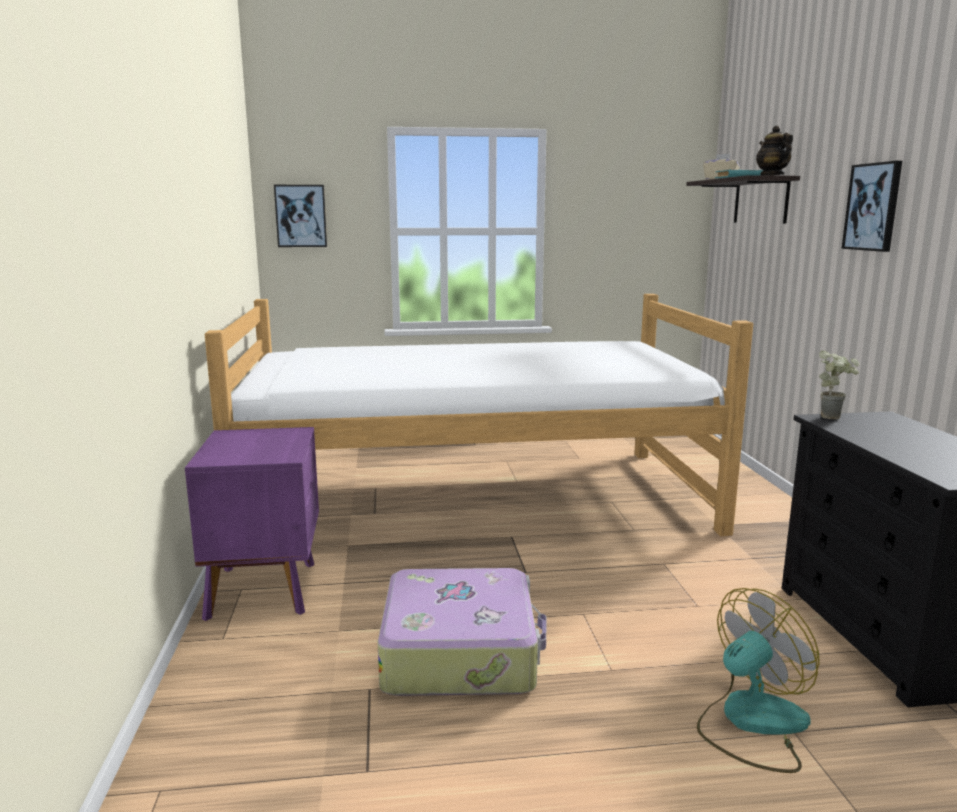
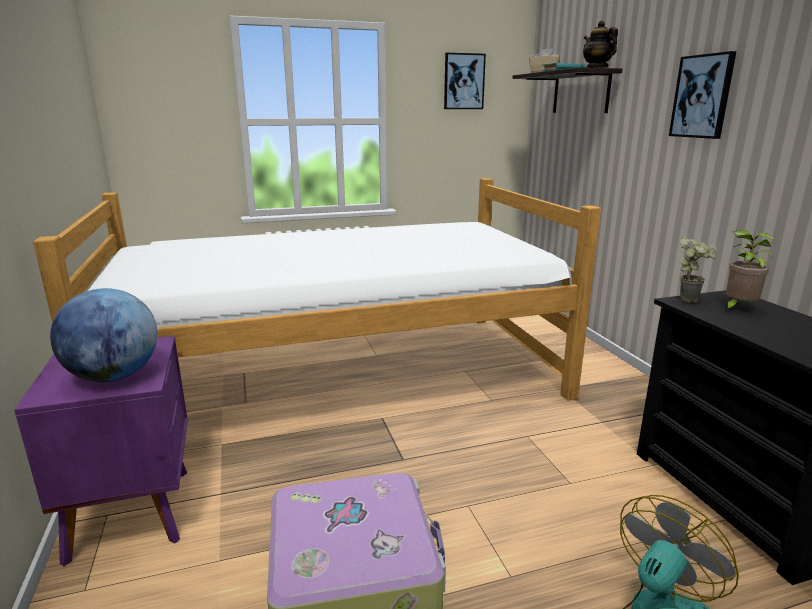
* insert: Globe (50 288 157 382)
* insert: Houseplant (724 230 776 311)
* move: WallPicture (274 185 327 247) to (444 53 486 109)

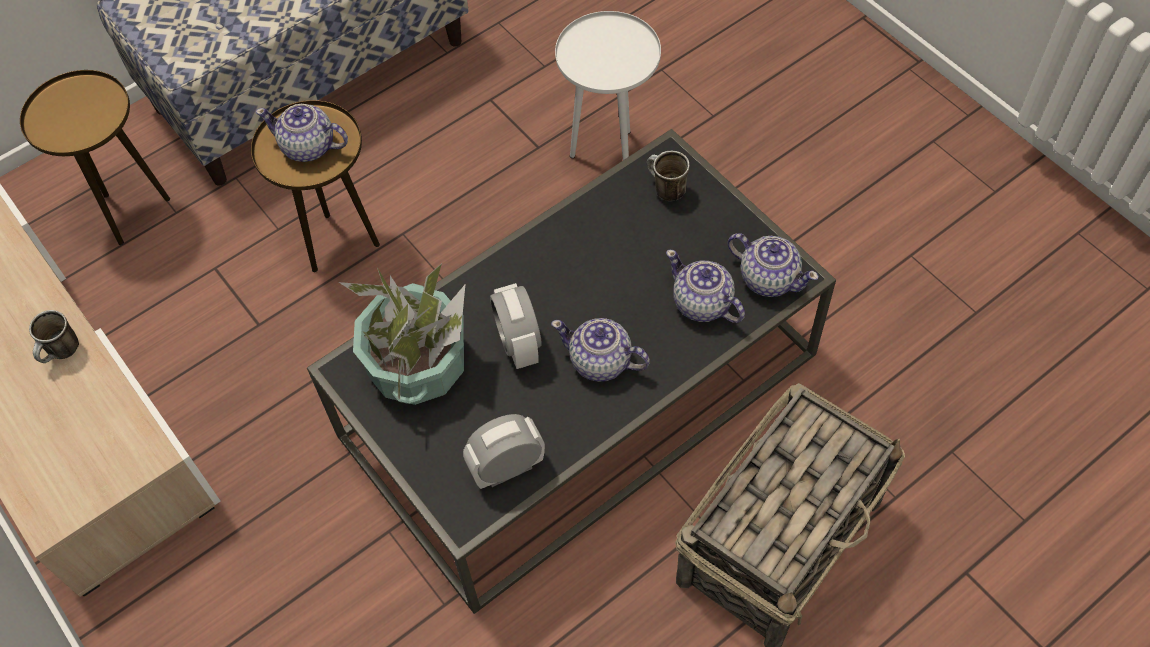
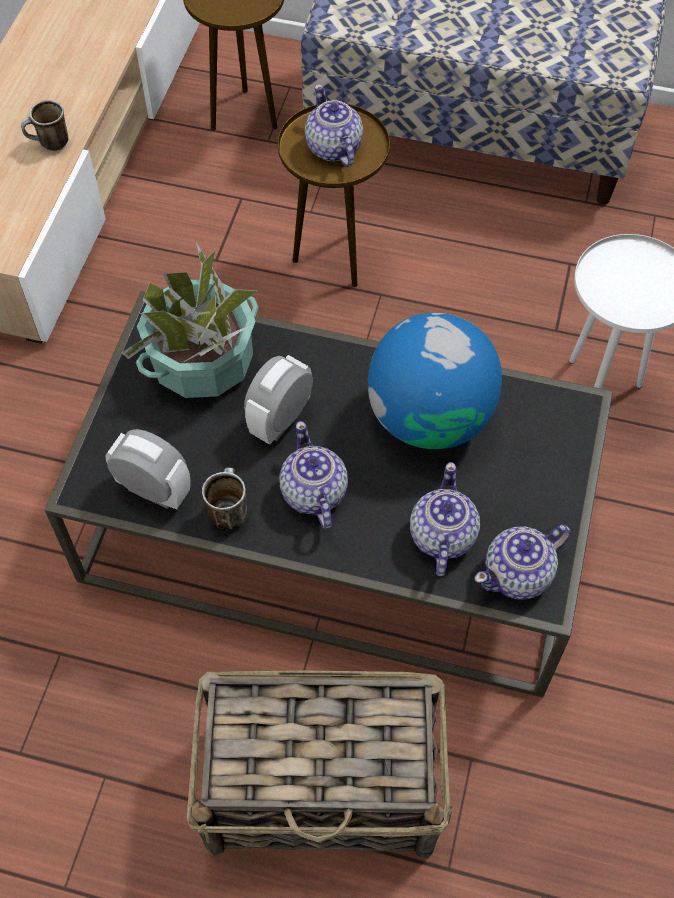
* insert: Globe (368 313 502 449)
* move: CoffeeMug (647 150 690 201) to (202 467 247 530)
* rotate: PotForTea (728 233 819 297) = (475 525 571 600) 60 degrees clockwise

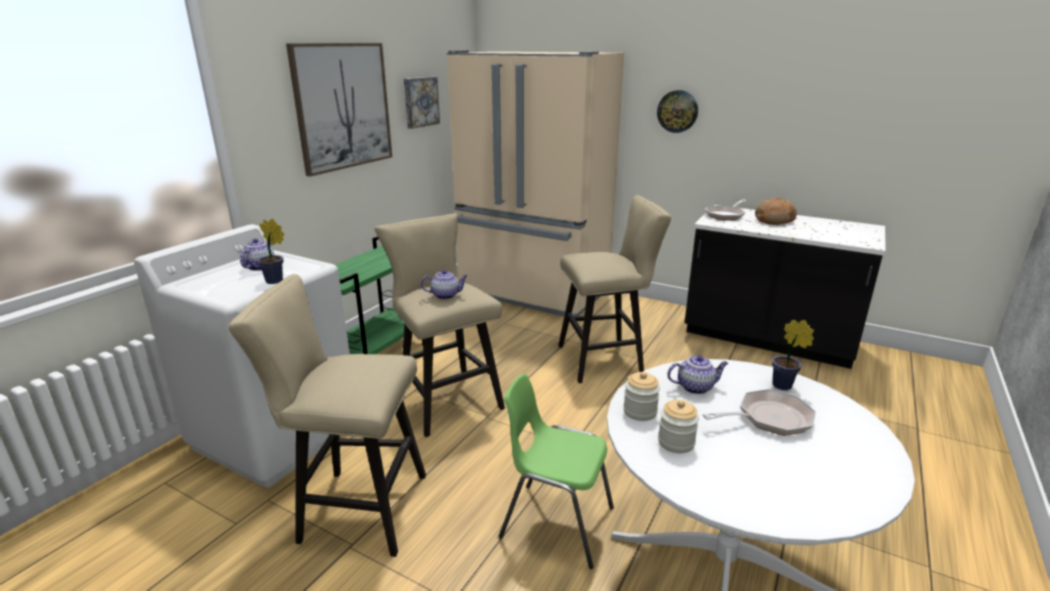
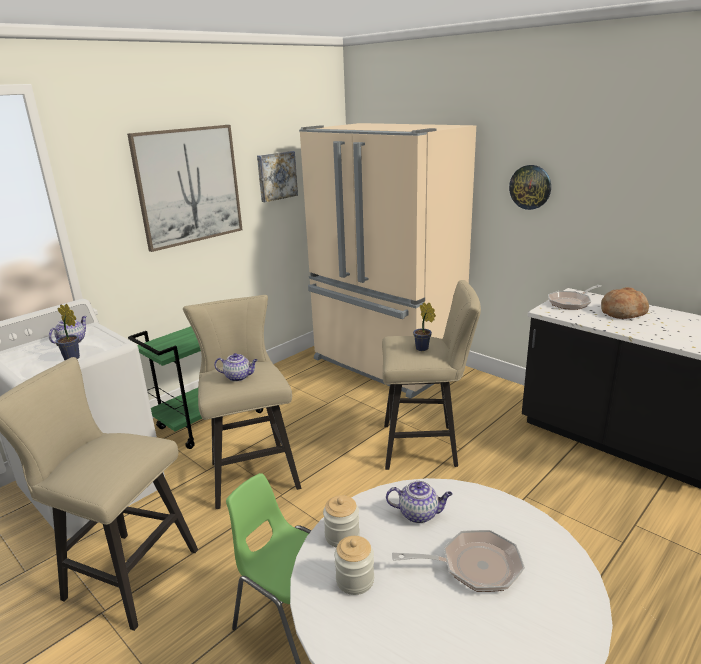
* move: Houseplant (772 320 814 390) to (413 302 436 351)

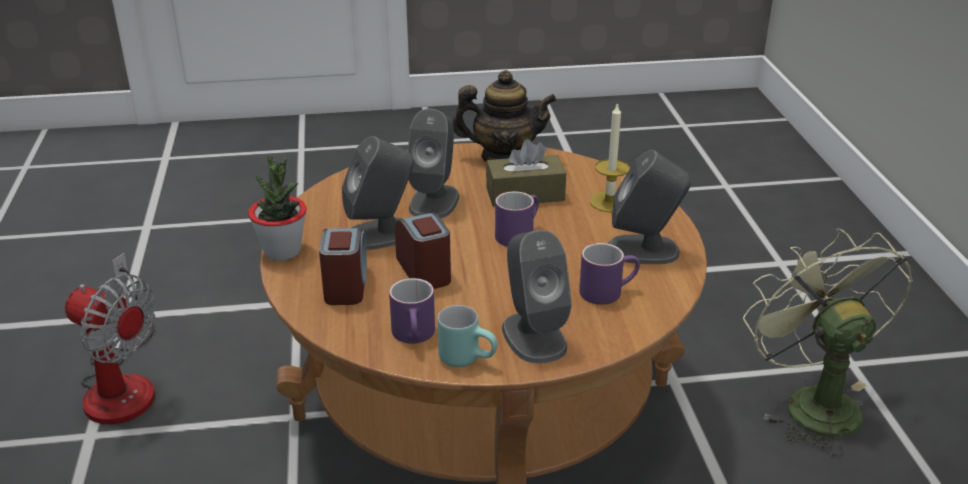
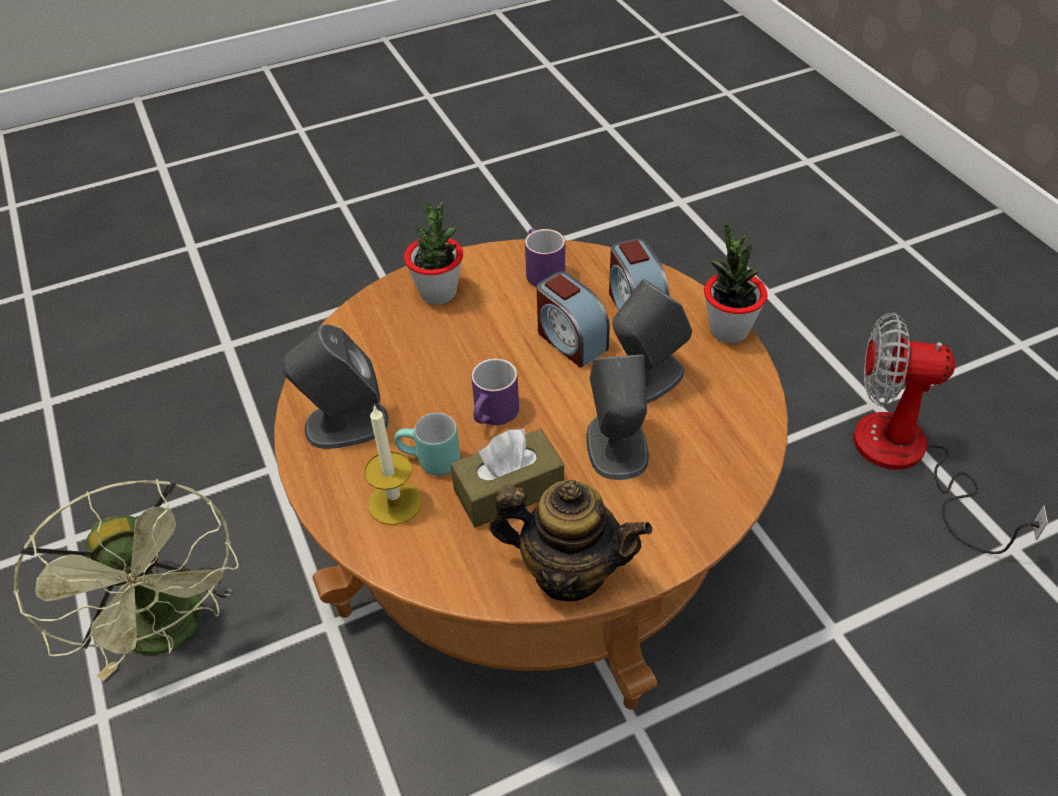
* delete: PurpleCoffeeMug (579 243 640 305)
* move: TurquoiseColouredCoffeeMug (437 305 498 367) to (394 413 460 476)
* replace: GreySpeaker (502 230 572 364) to Houseplant (404 202 463 305)
* rotate: PotForTea (452 70 557 162) = (489 480 652 601) 150 degrees counterclockwise

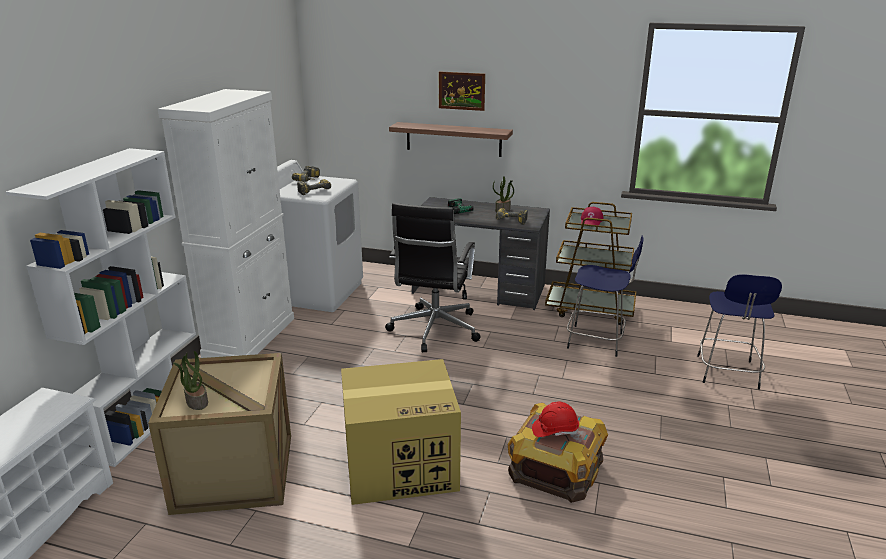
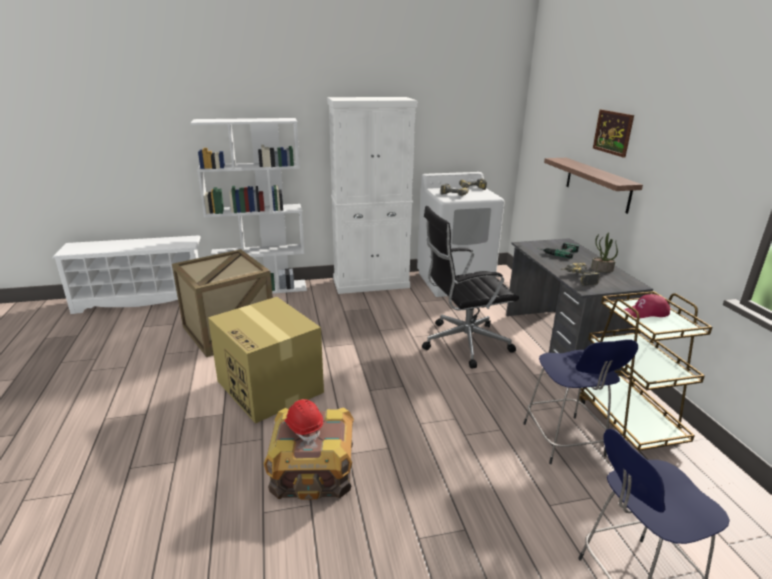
* delete: Houseplant (173 351 208 410)

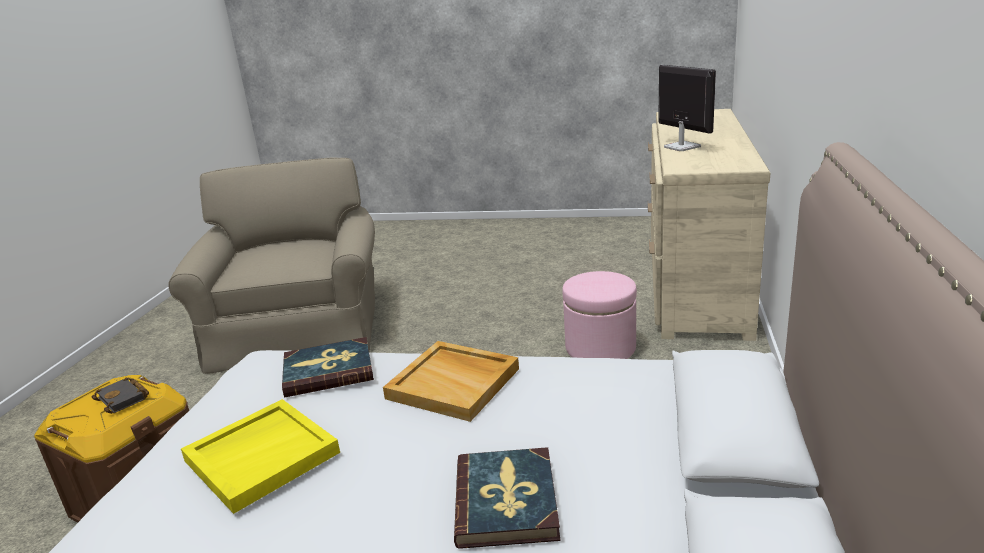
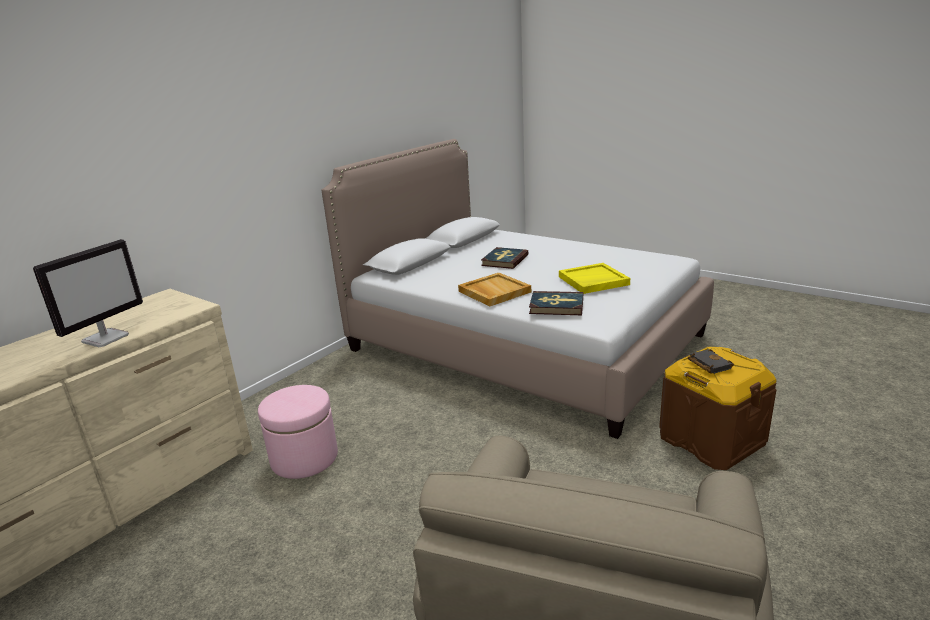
* rotate: ComputerScreen (658 65 716 151) = (33 239 143 347) 150 degrees counterclockwise

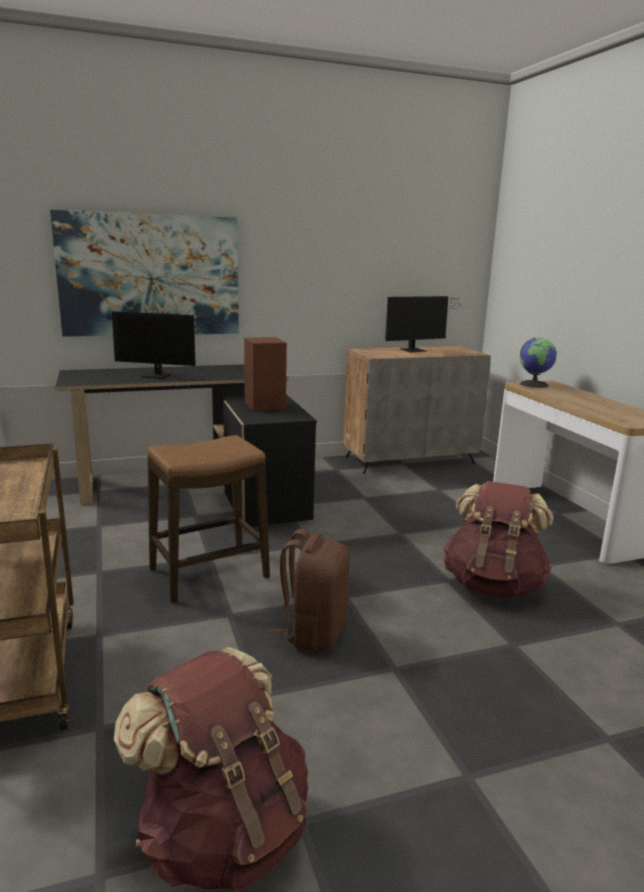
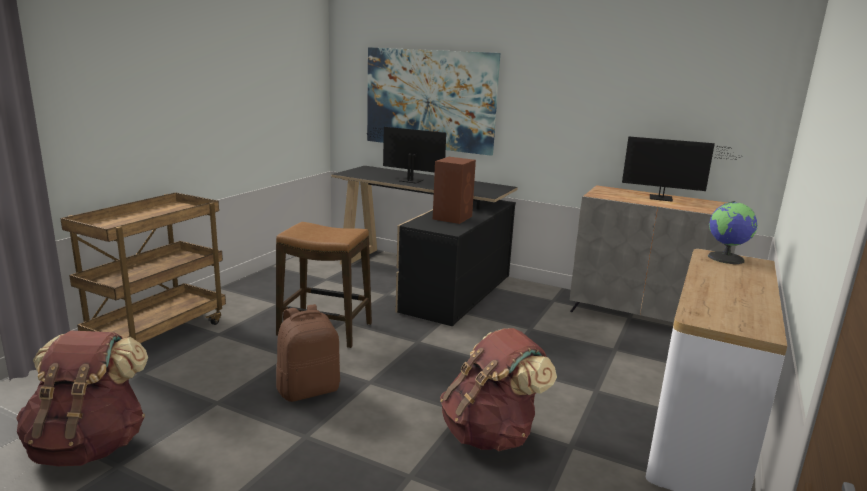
* rotate: ComputerScreen (112 311 221 379) = (371 127 446 183) 150 degrees clockwise

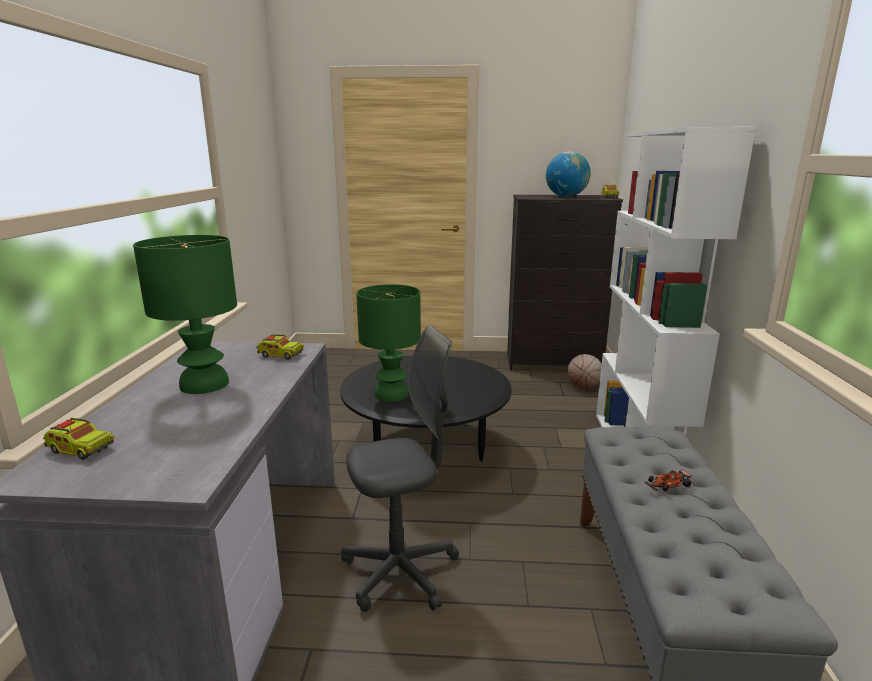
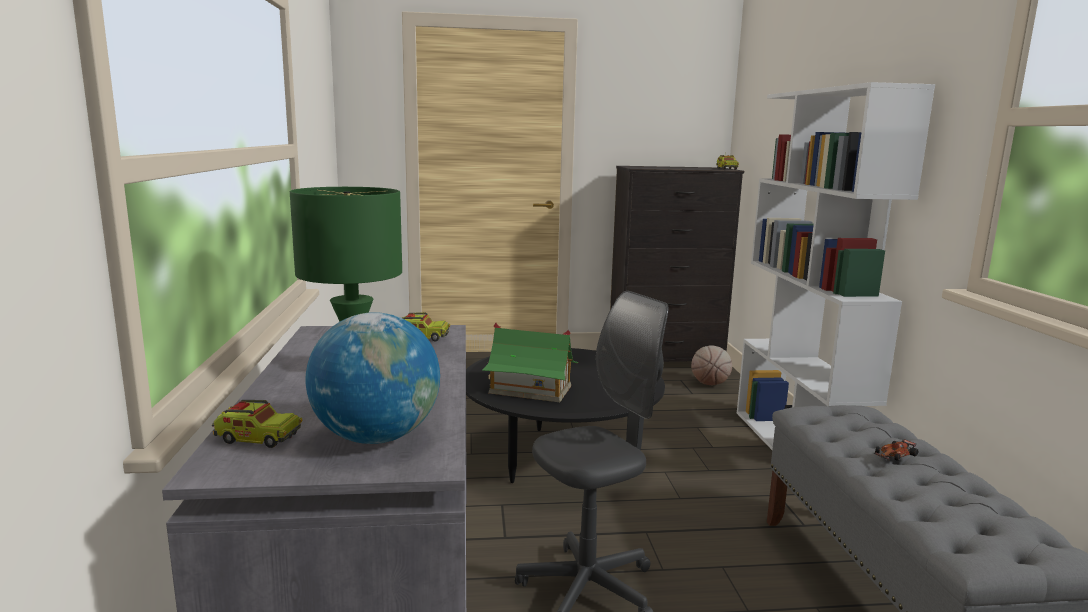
* move: Globe (546 152 591 197) to (306 312 440 444)
* replace: GreenColouredTableLamp (356 284 421 402) to ModelHouse (482 323 578 402)

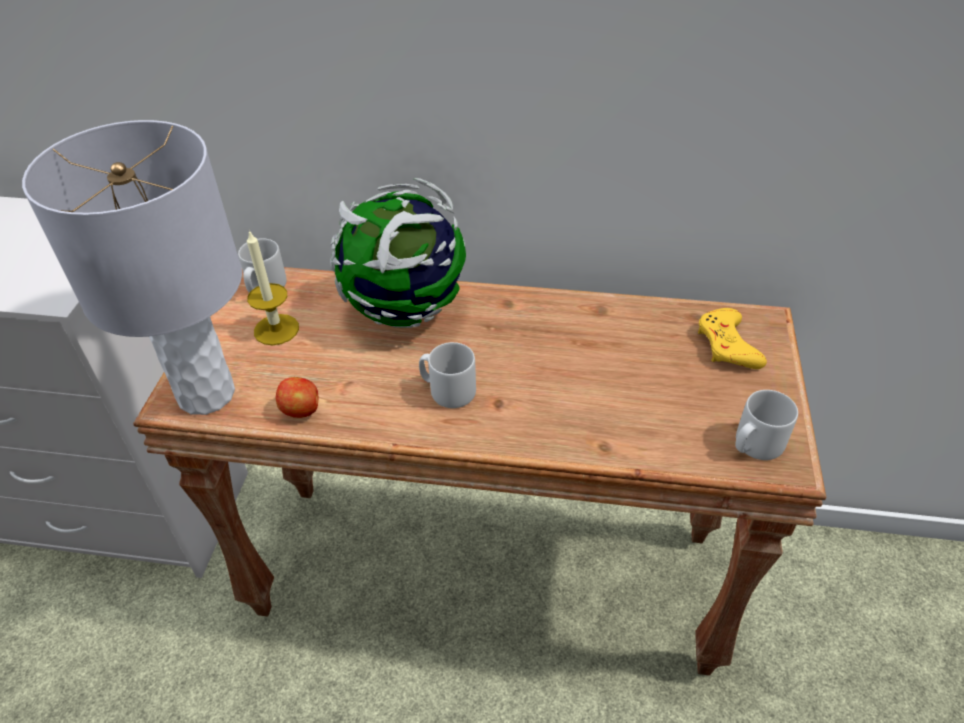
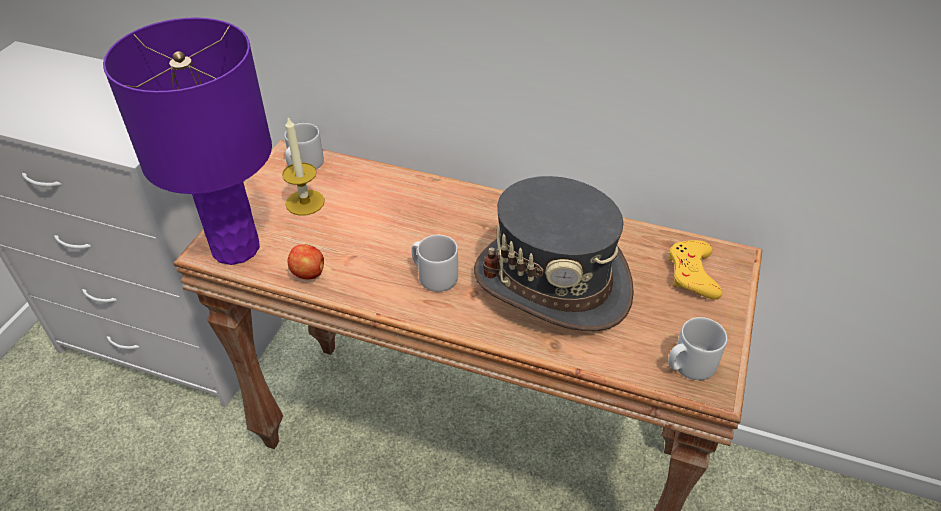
* delete: Globe (330 178 466 328)
* insert: GreyClothingHat (474 176 634 331)
* recolor: GreyTableLamp (22 120 242 415) to PurpleTableLamp (103 17 272 265)

